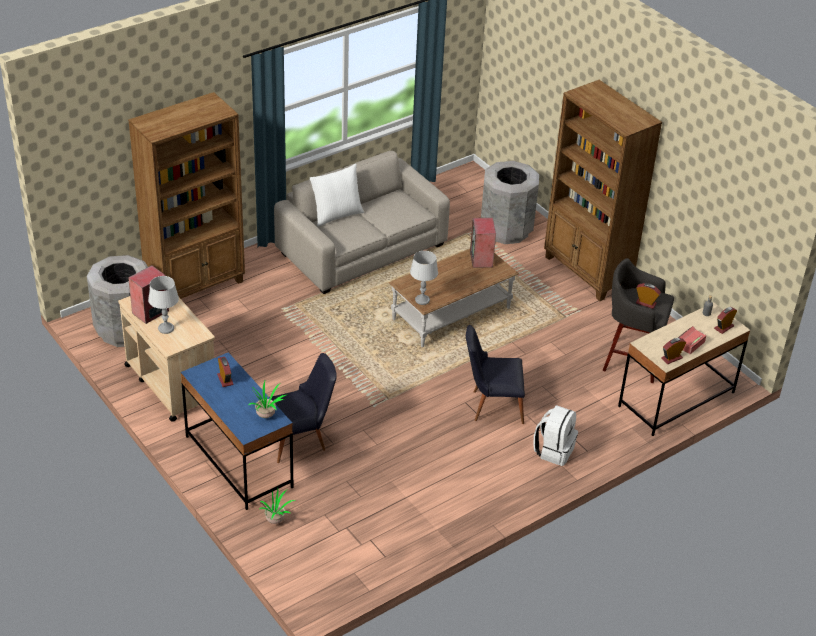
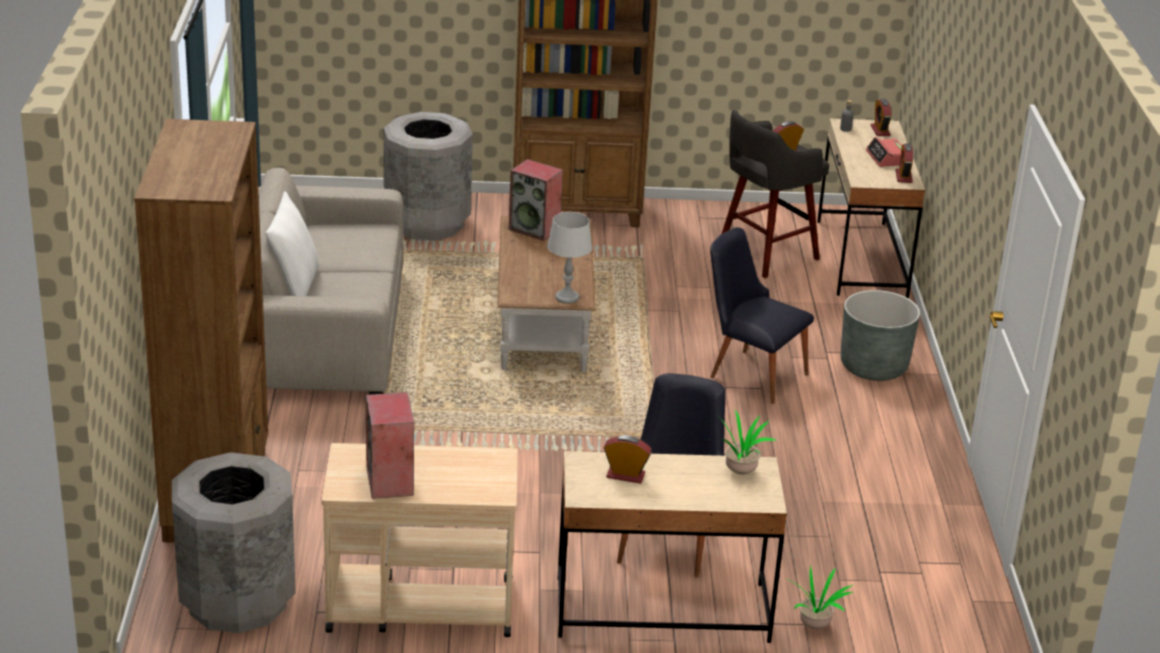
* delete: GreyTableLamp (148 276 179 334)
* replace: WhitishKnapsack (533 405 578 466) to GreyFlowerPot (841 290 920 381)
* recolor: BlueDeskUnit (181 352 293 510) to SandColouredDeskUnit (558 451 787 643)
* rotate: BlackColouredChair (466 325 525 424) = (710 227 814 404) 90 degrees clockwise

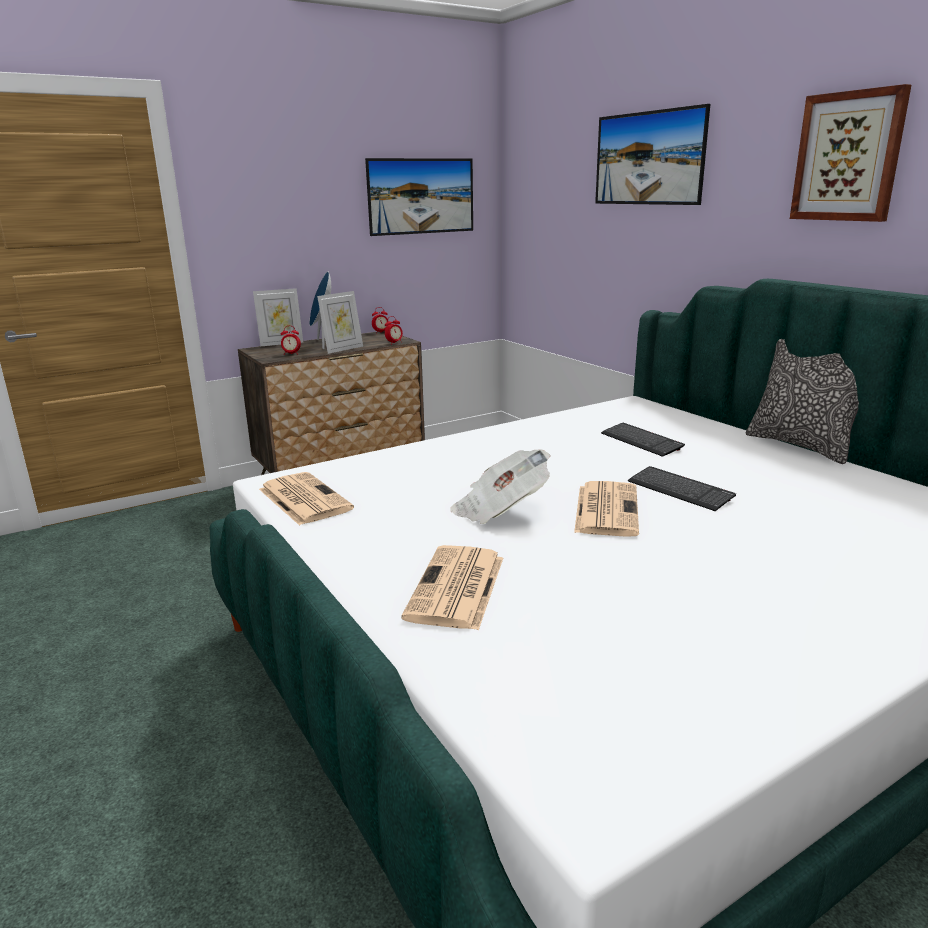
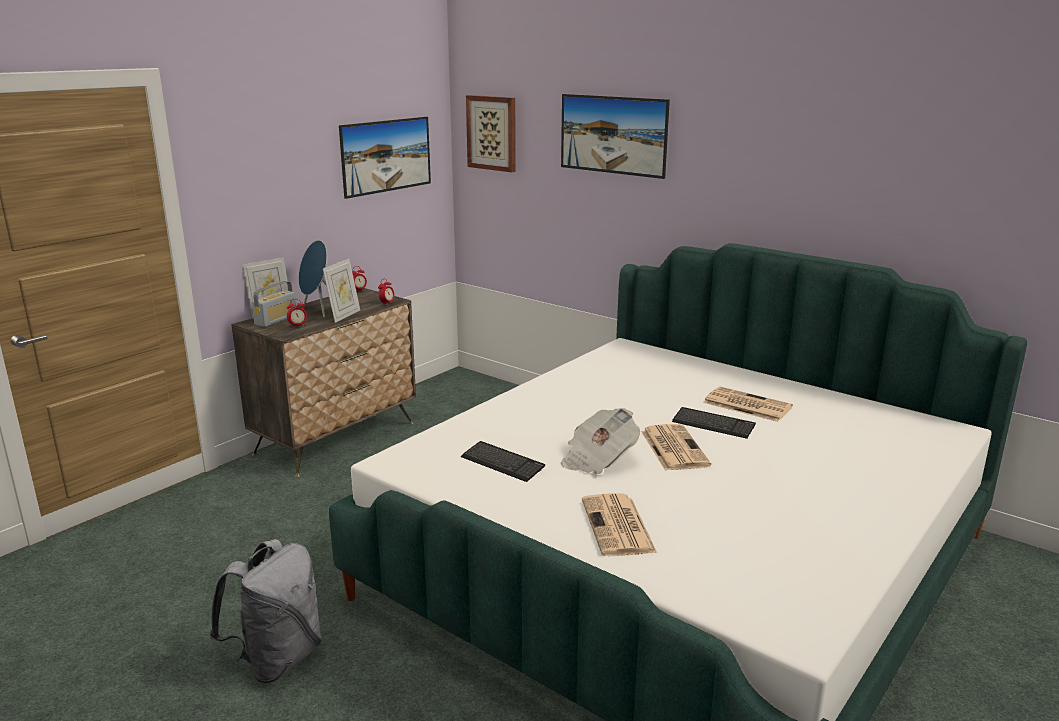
* delete: Cushion (746 339 859 464)
* insert: GreyKnapsack (210 539 322 683)
* insert: RadioReceiver (252 281 296 327)
* move: PrintedPaper (259 472 354 526) to (703 386 793 422)
* move: PcKeyboard (601 423 685 457) to (461 441 545 482)
* move: WallPicture (790 84 911 222) to (466 95 516 172)

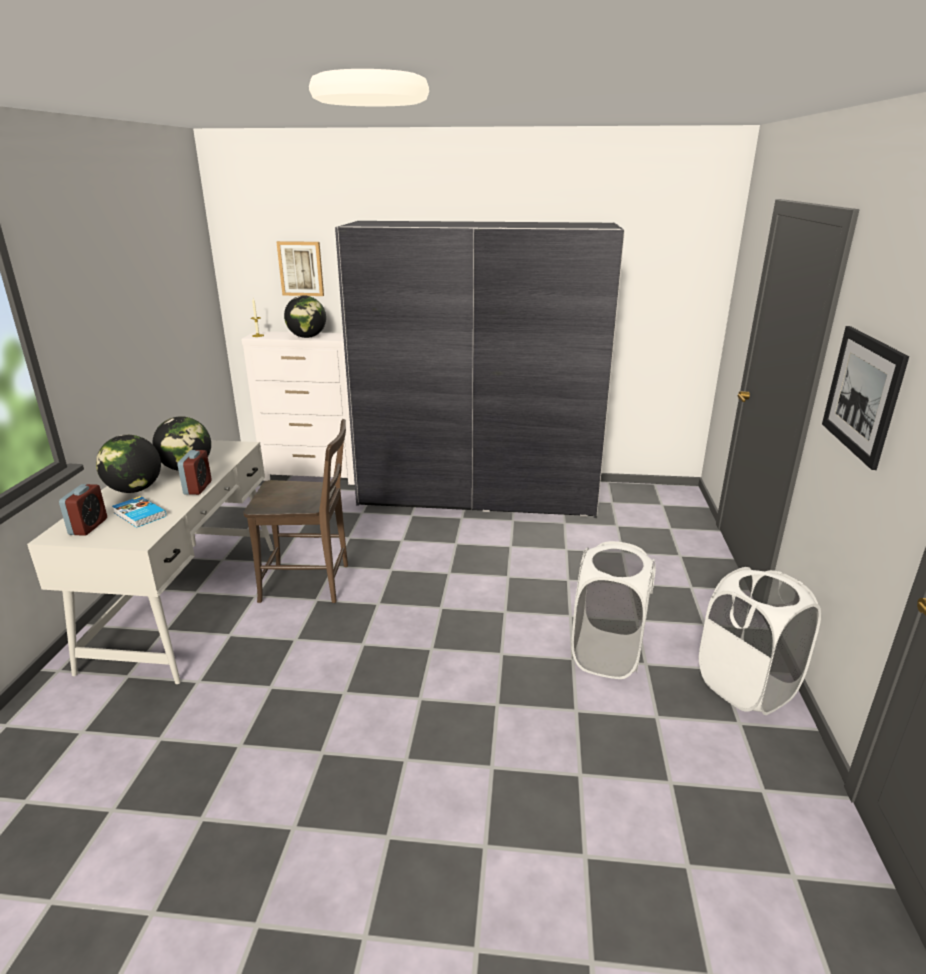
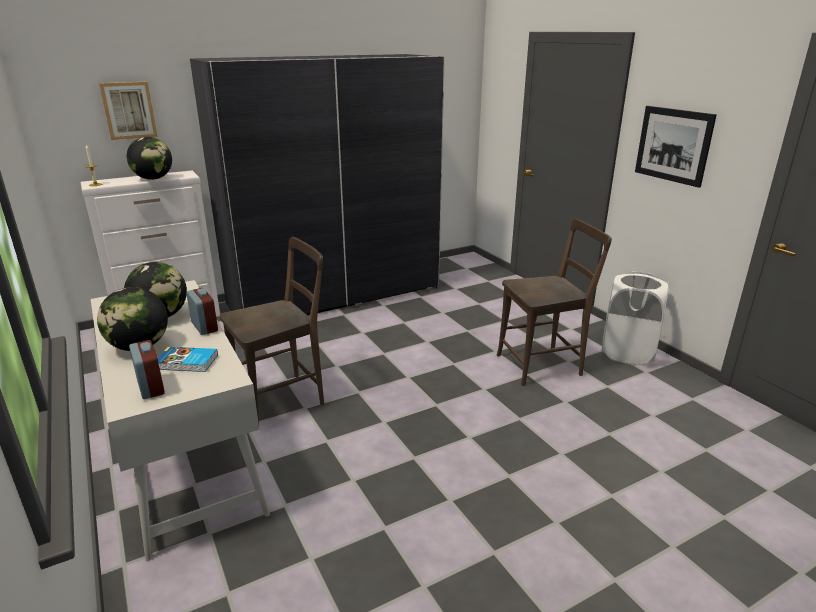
* replace: WhitishWashingBasket (571 541 656 679) to BrownishChair (497 219 612 386)

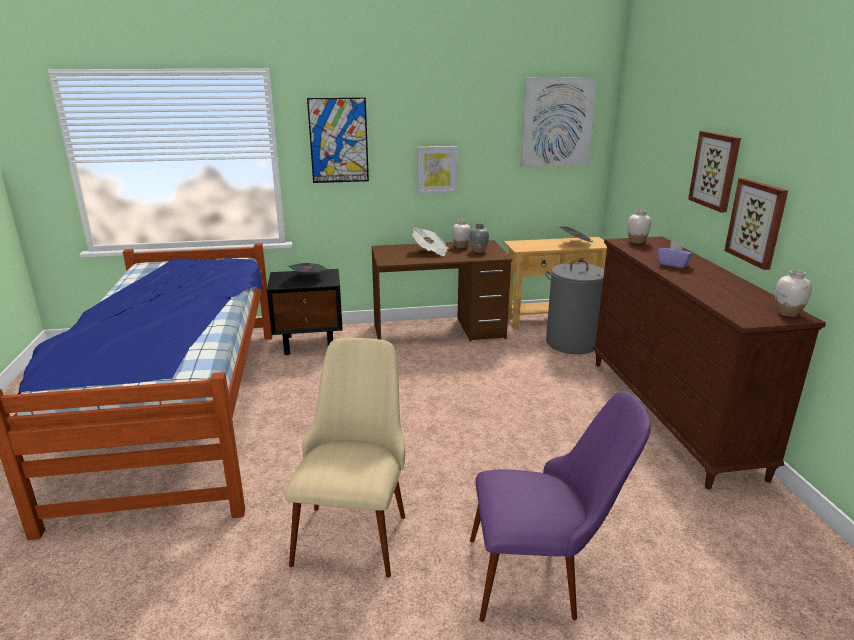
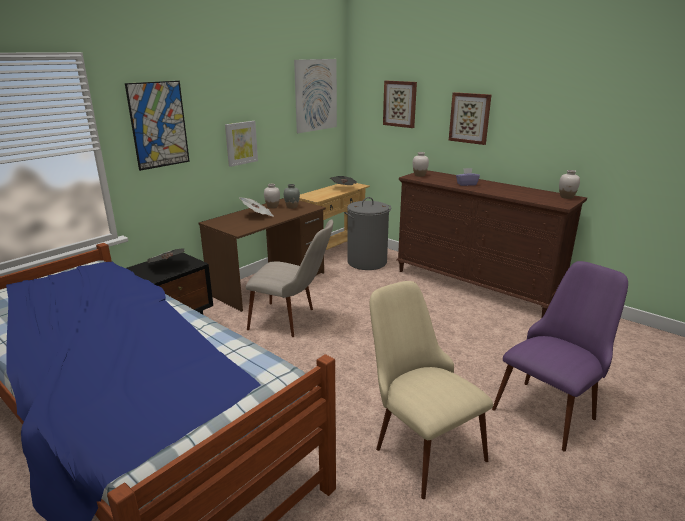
* insert: SandColouredChair (246 219 333 337)
* move: WallPicture (724 178 788 270) to (383 81 417 128)

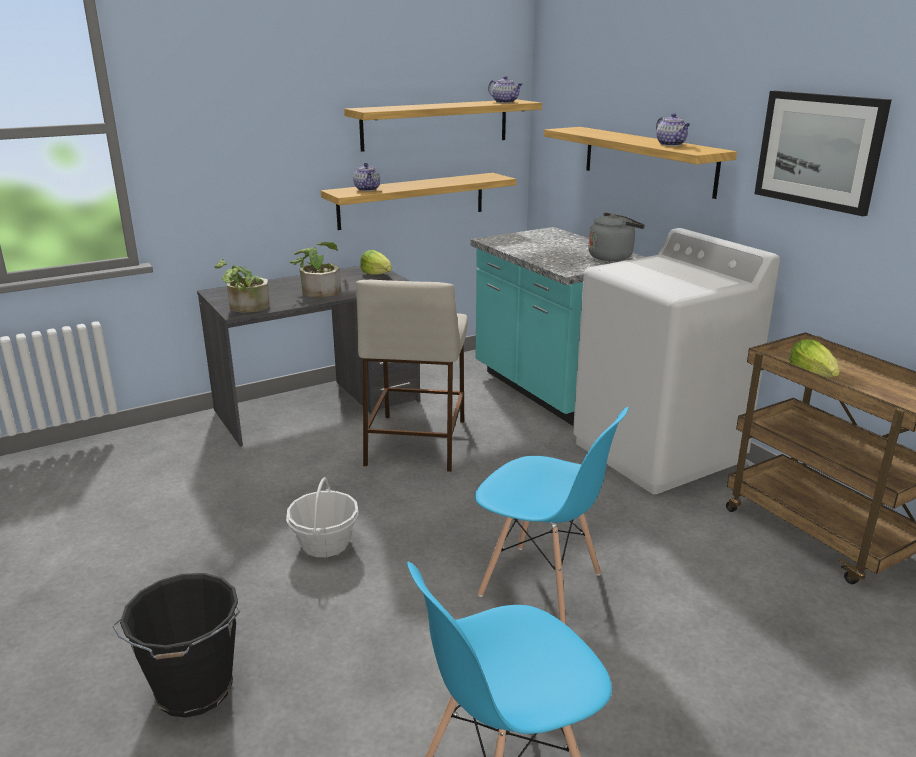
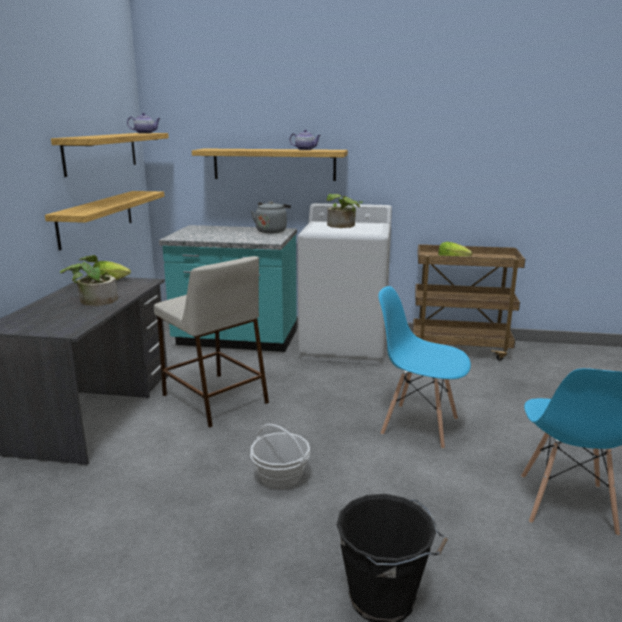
* delete: PotForTea (353 163 380 191)
* delete: WallPicture (754 91 892 216)
* move: Houseplant (214 259 270 313) to (326 194 363 228)
* rotate: BlueChair (475 407 629 625) = (378 286 471 449) 135 degrees counterclockwise

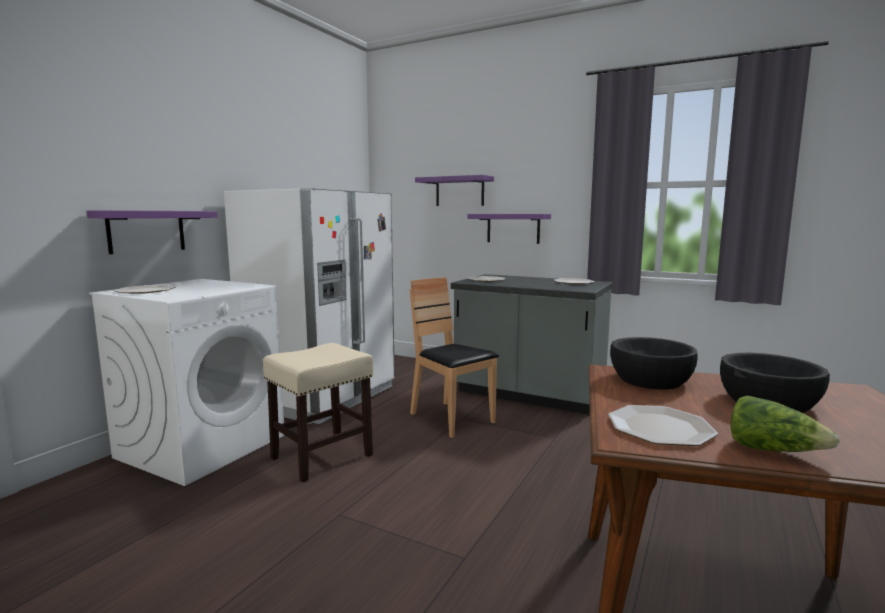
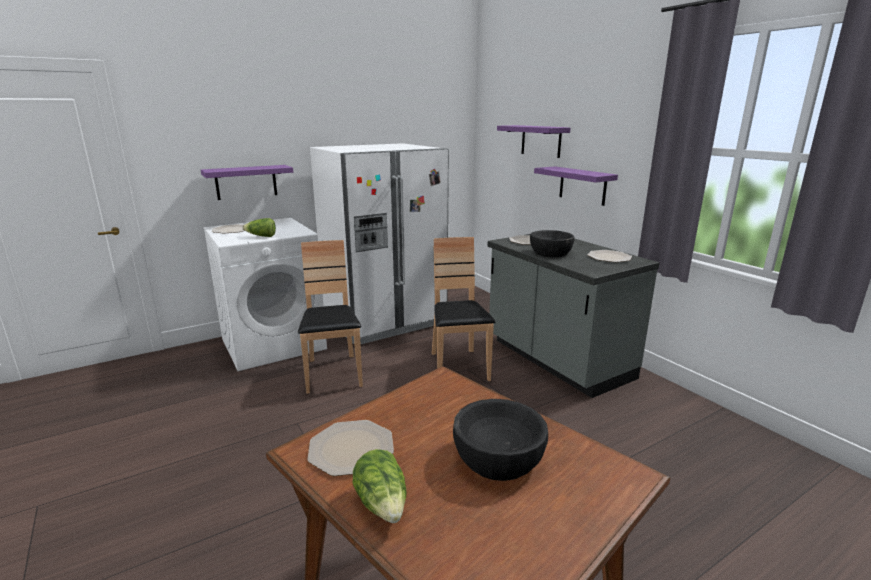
* insert: Lettuce (242 218 276 237)
* move: BlackColouredDeepDish (610 337 698 390) to (530 230 574 257)
* replace: SandColouredSittingStool (263 343 373 482) to BrownishChair (298 240 363 394)

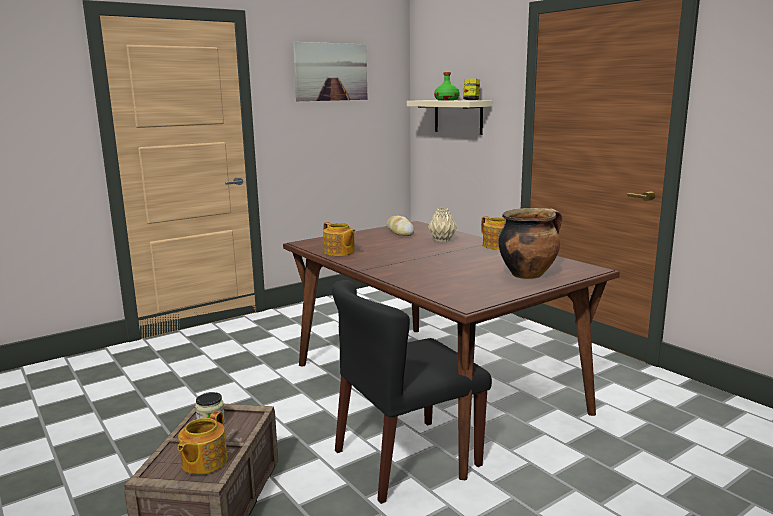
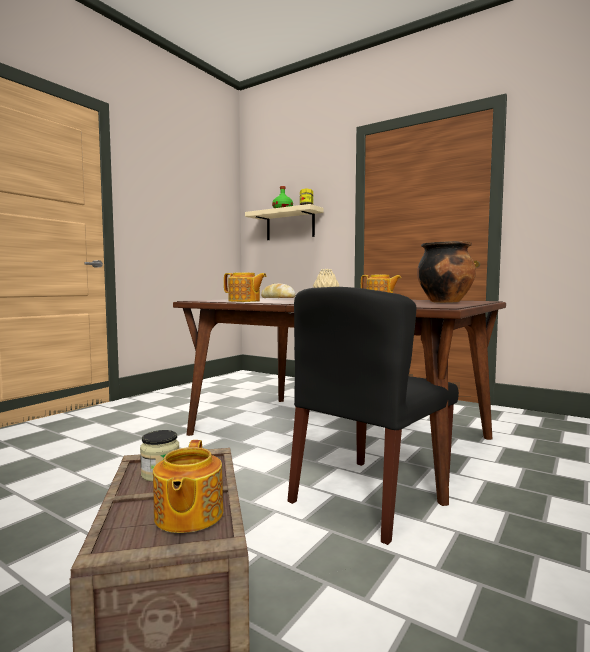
* delete: WallPicture (293 42 367 101)

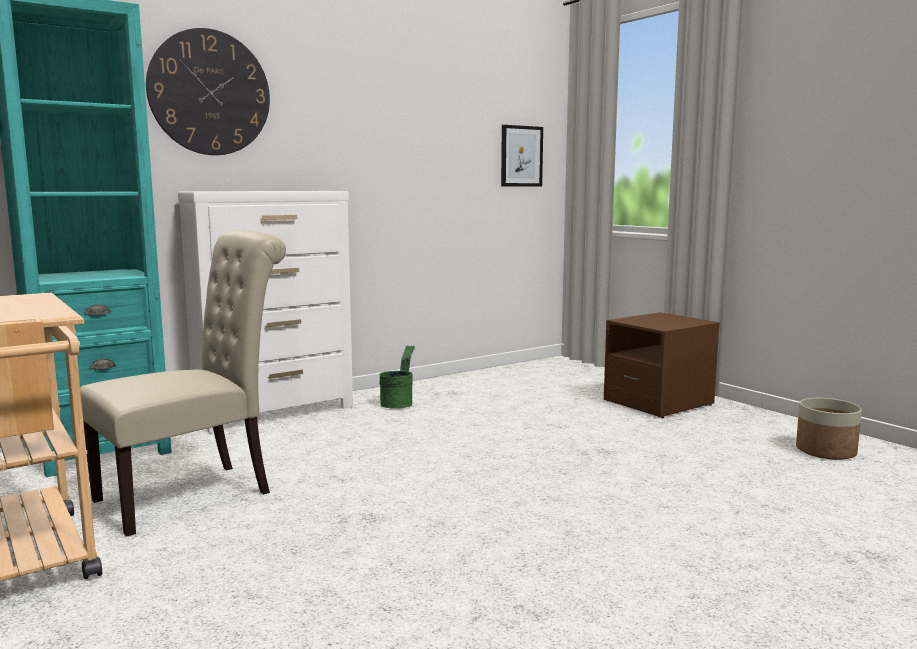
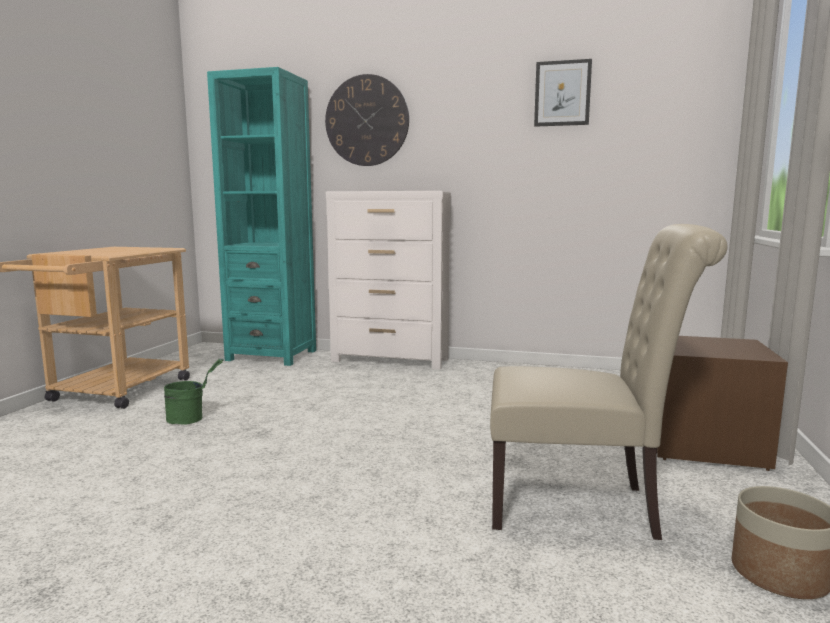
* move: SandColouredChair (80 231 286 537) to (490 224 728 540)
* move: GreenColouredWaterBucket (379 345 415 409) to (164 359 224 425)
* move: WallPicture (501 125 543 186) to (534 59 592 127)

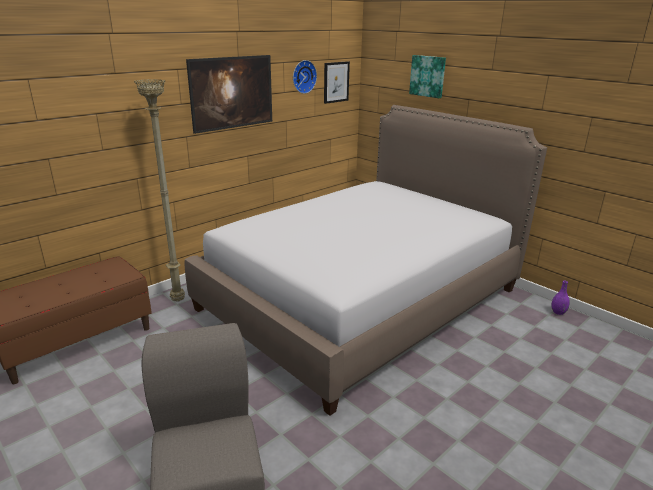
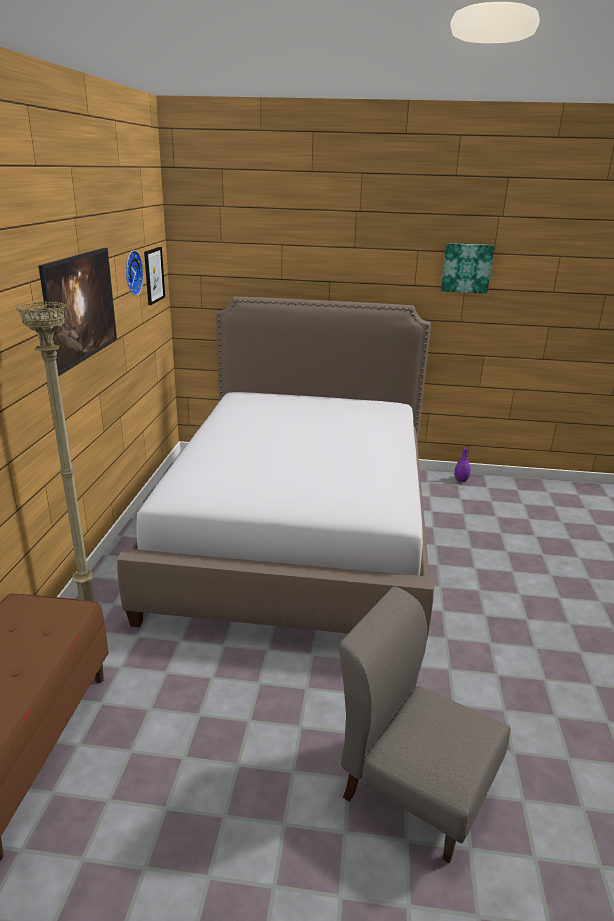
* move: WallPicture (409 55 446 98) to (441 243 494 294)

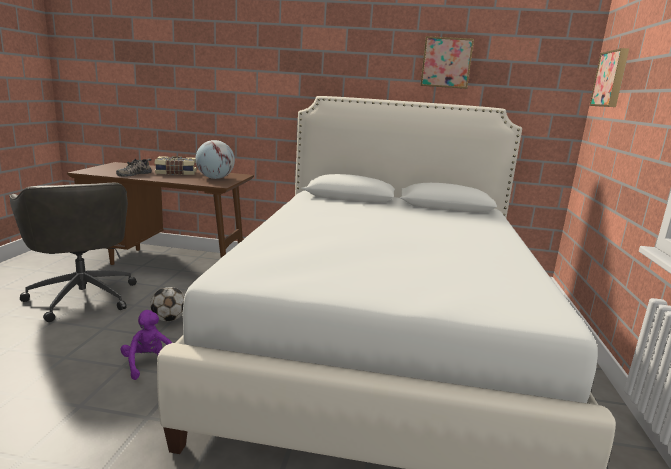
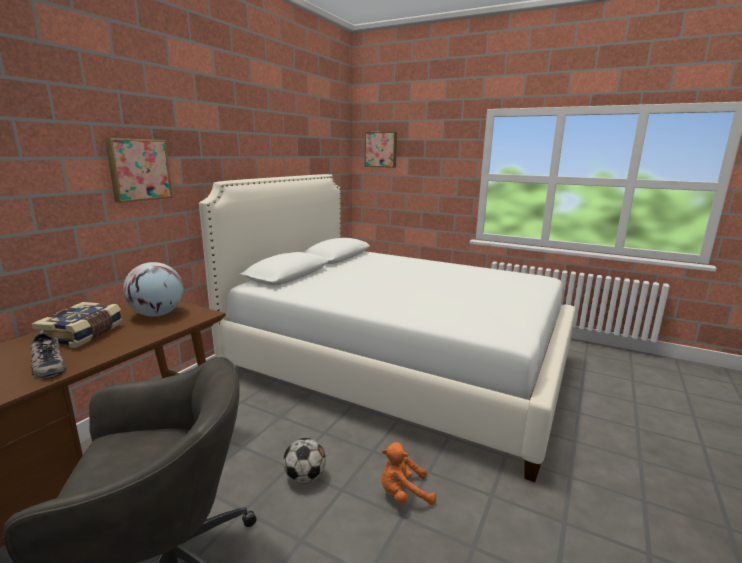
* move: WallPicture (420 36 474 89) to (105 138 173 203)
* recolor: PurplePlushToy (121 310 172 380) to OrangeyPlushToy (381 442 436 505)

